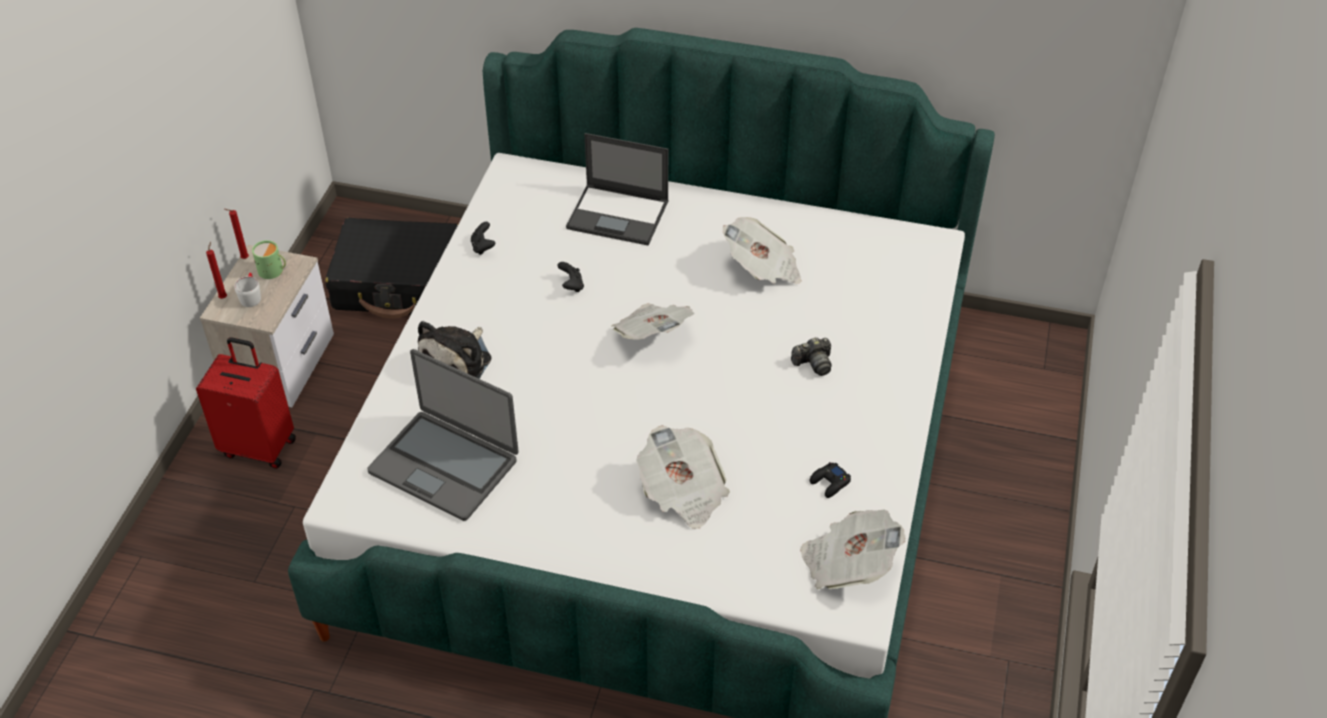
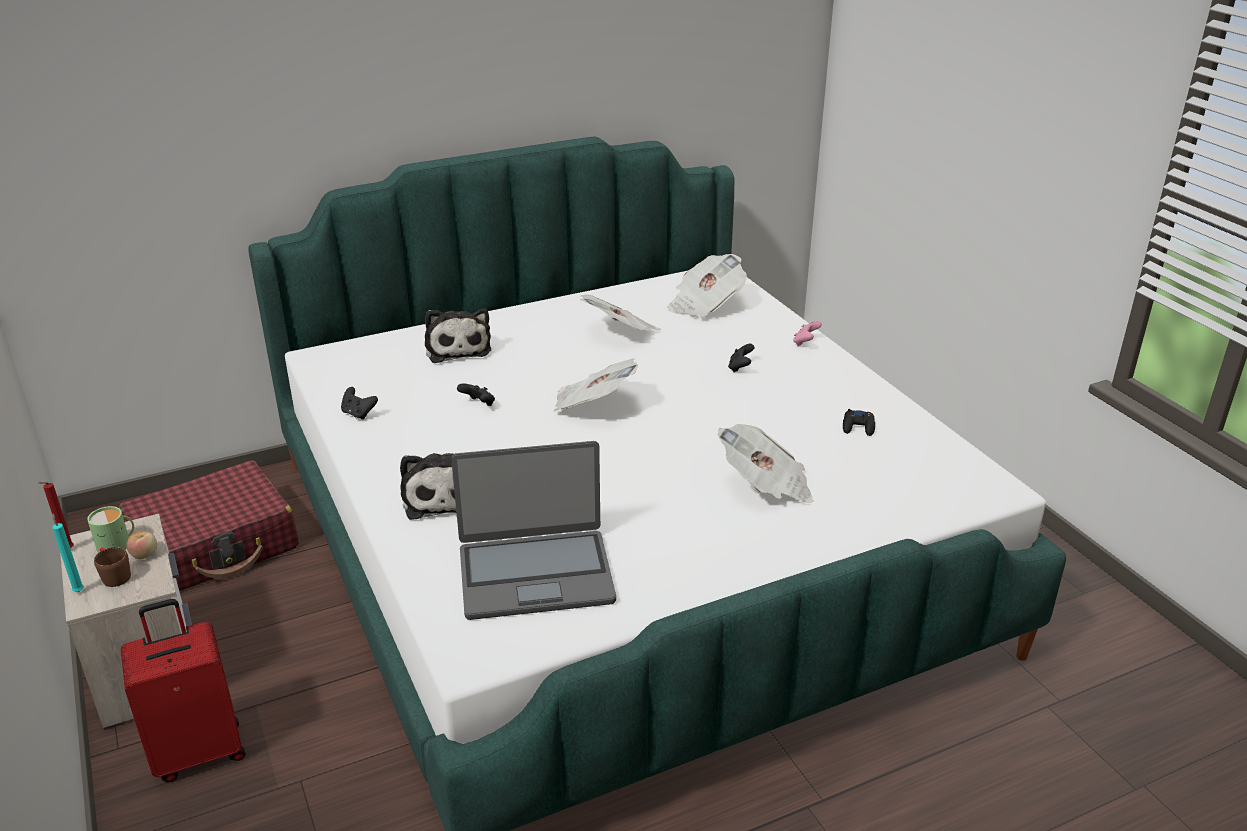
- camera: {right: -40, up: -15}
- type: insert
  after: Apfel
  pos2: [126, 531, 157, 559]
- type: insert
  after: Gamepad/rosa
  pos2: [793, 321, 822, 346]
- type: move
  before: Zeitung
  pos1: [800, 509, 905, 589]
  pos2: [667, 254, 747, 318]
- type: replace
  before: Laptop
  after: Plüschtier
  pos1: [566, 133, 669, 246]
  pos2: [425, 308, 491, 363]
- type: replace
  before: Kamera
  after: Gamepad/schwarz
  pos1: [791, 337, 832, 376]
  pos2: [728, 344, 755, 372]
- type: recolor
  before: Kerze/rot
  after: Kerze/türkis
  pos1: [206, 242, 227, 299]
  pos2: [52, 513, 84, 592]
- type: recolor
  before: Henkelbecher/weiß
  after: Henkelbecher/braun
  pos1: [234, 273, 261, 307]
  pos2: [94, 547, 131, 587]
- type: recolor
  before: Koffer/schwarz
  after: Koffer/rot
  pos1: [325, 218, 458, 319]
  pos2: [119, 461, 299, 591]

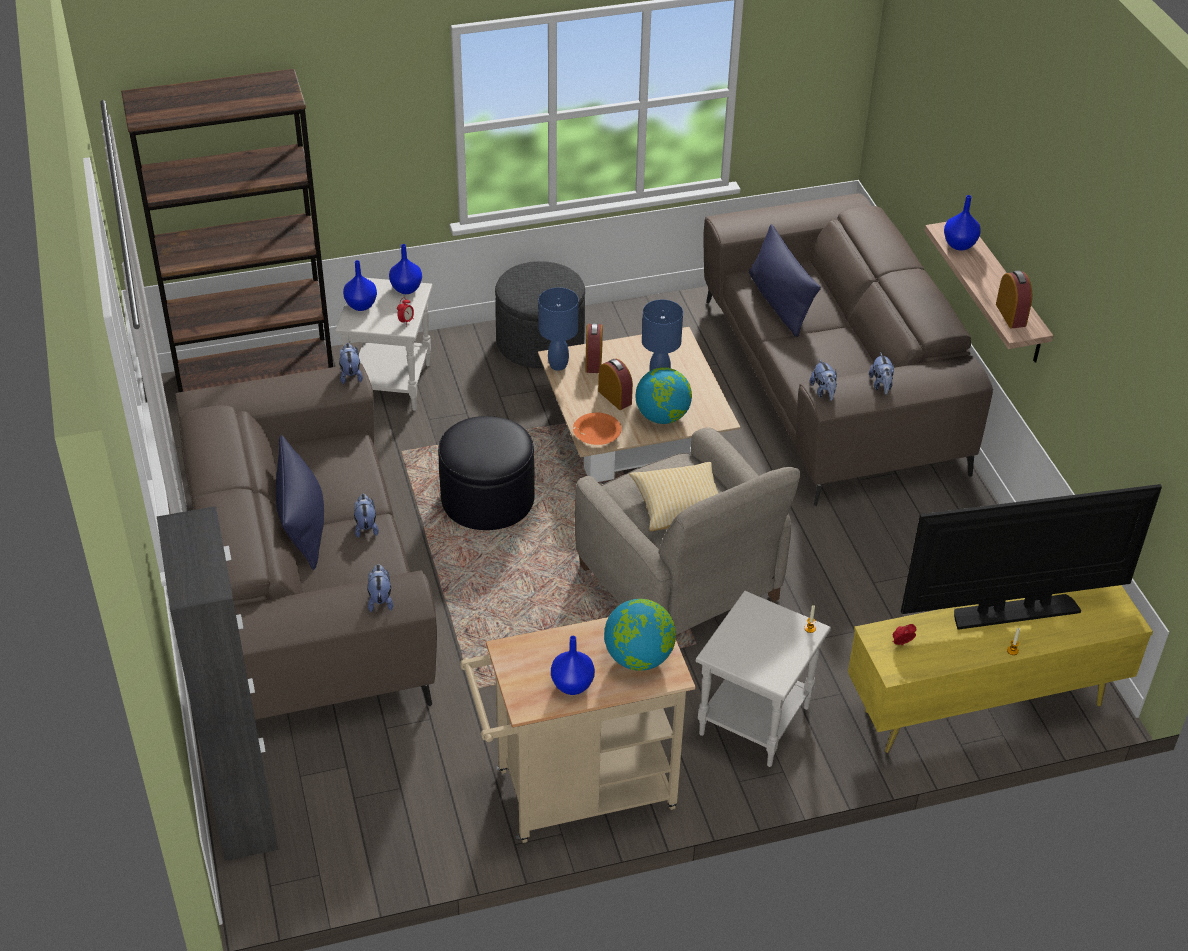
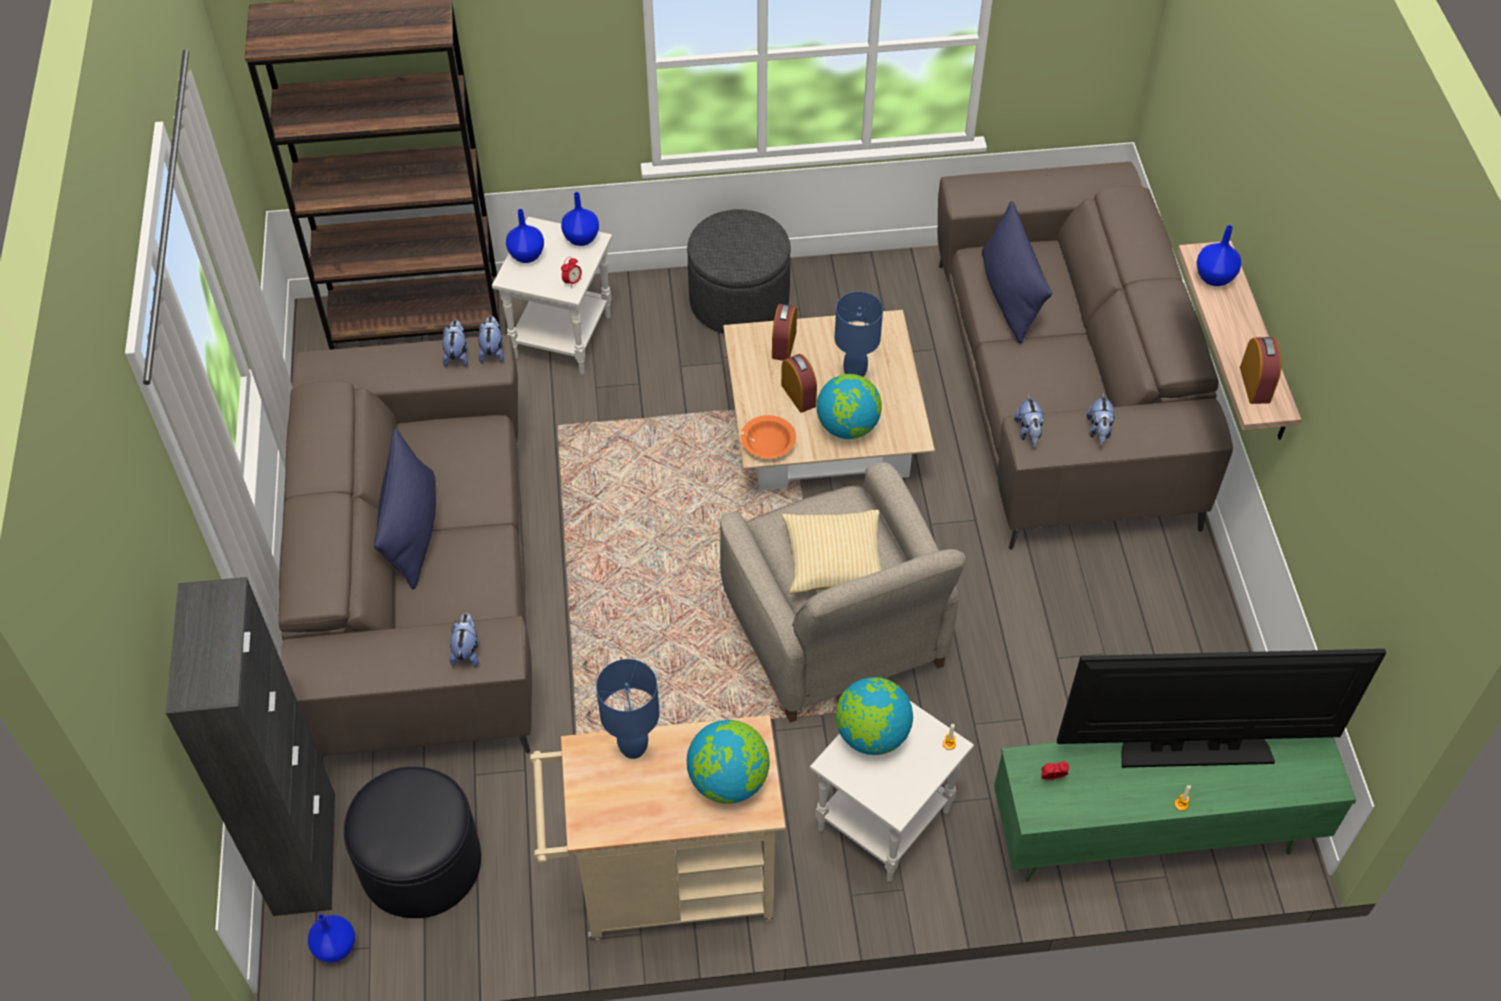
- camera: {right: 10, up: 10}
- type: insert
  after: Globus
  pos2: [836, 677, 913, 755]
- type: move
  before: Plüschtier
  pos1: [354, 494, 379, 538]
  pos2: [442, 320, 468, 367]
- type: move
  before: Polsterhocker/schwarz
  pos1: [438, 416, 535, 530]
  pos2: [344, 766, 481, 918]
- type: move
  before: Tischlampe/blau
  pos1: [539, 288, 579, 371]
  pos2: [596, 659, 659, 759]
- type: move
  before: Vase/blau
  pos1: [551, 636, 595, 695]
  pos2: [308, 914, 355, 963]
- type: recolor
  before: Fernsehschrank/gelb
  after: Fernsehschrank/grün
  pos1: [848, 585, 1153, 753]
  pos2: [994, 737, 1356, 882]

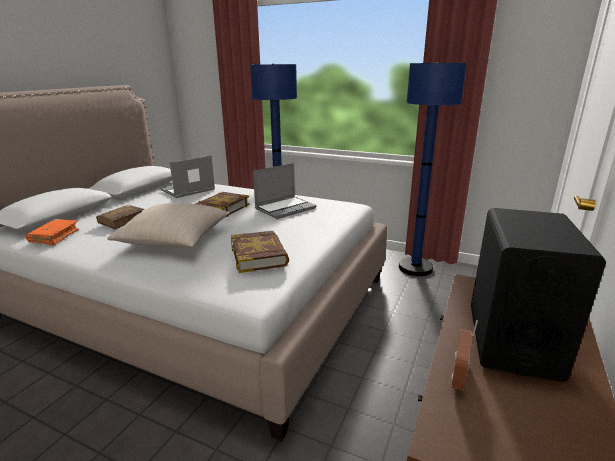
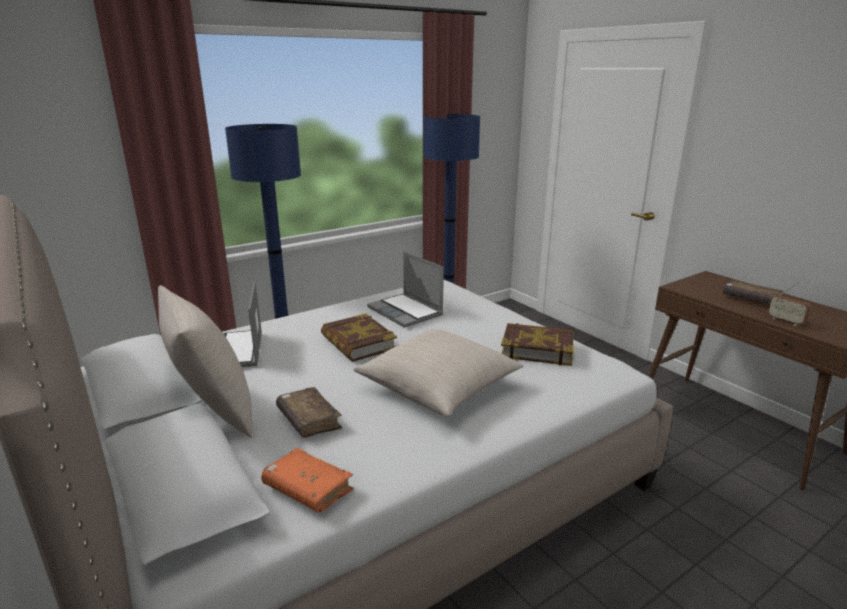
- camera: {right: -60, up: 0}
- type: insert
  after: Kissen/beige
  pos2: [158, 285, 252, 438]
- type: replace
  before: Lautsprecher/schwarz
  after: Buch/braun
  pos1: [471, 208, 606, 382]
  pos2: [723, 280, 784, 305]
- type: rotate
  before: Laptop
  pos1: [253, 163, 317, 219]
  pos2: [367, 251, 444, 328]
  turn: 150

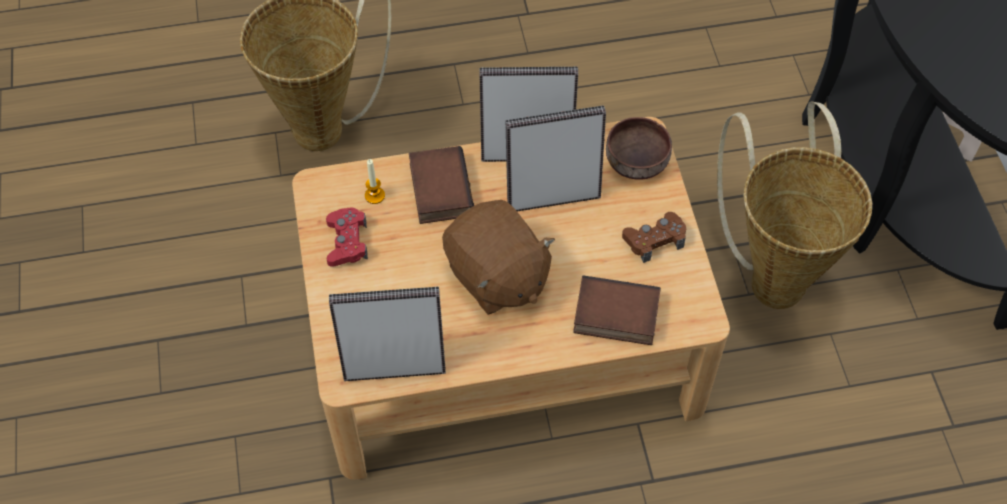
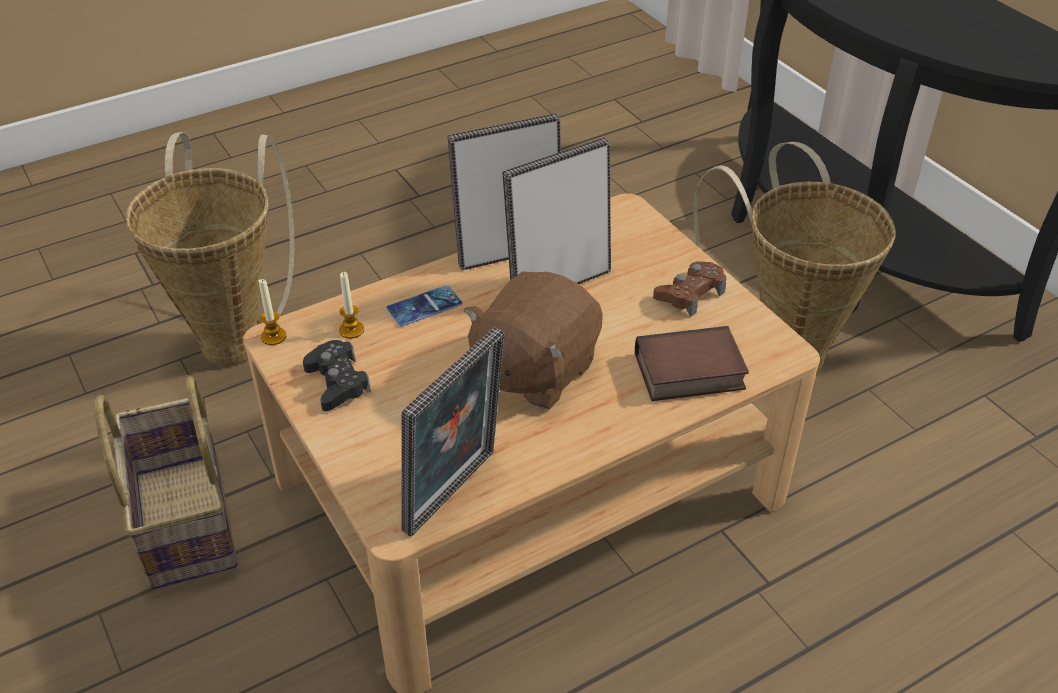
- camera: {right: -20, up: -15}
- type: delete
  before: Schüssel/braun
  pos1: [606, 117, 672, 179]
- type: insert
  after: Korb
  pos2: [94, 375, 237, 589]
- type: insert
  after: Kerze
  pos2: [259, 279, 286, 345]
- type: replace
  before: Buch
  after: Handy
  pos1: [409, 146, 474, 224]
  pos2: [386, 285, 462, 327]
- type: recolor
  before: Gamepad/rot
  after: Gamepad/schwarz
  pos1: [326, 207, 368, 267]
  pos2: [303, 340, 371, 411]
- type: rotate
  before: Bilderrahmen
  pos1: [329, 287, 446, 381]
  pos2: [401, 327, 505, 537]
  turn: 150
- type: rotate
  before: Plüschtier/braun
  pos1: [442, 200, 555, 315]
  pos2: [464, 271, 603, 409]
  turn: 90

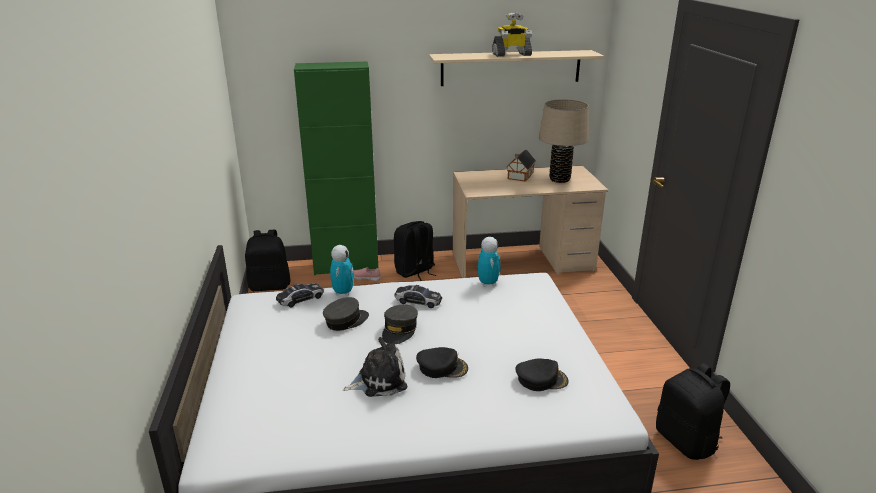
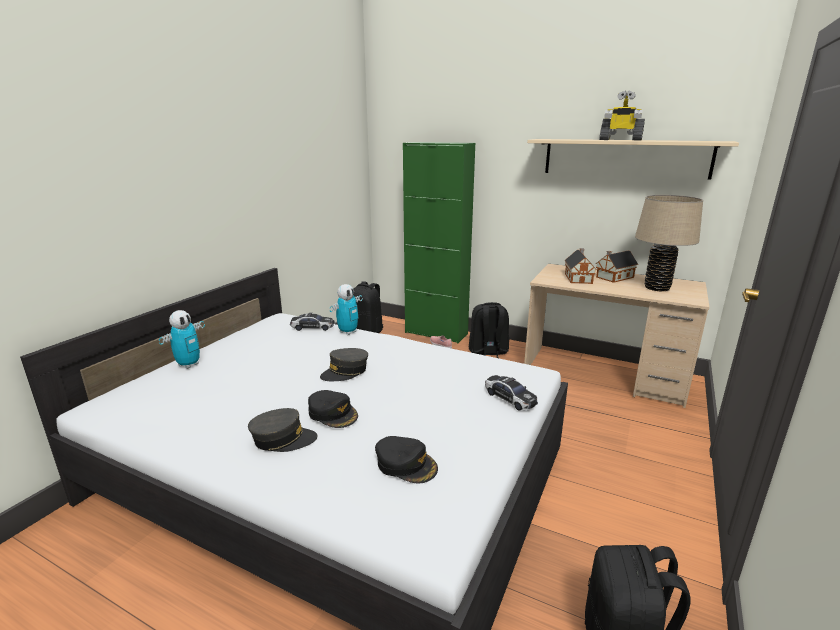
- camera: {right: 35, up: -5}
- type: delete
  before: Plüschtier
  pos1: [342, 337, 407, 397]
- type: insert
  after: Spielzeughaus
  pos2: [565, 248, 597, 284]
- type: move
  before: Kappe/grau
  pos1: [323, 297, 369, 331]
  pos2: [248, 408, 317, 452]
- type: move
  before: Spielzeugauto
  pos1: [394, 285, 442, 308]
  pos2: [485, 375, 538, 410]
- type: move
  before: Spielzeugroboter
  pos1: [478, 237, 501, 287]
  pos2: [159, 310, 205, 369]

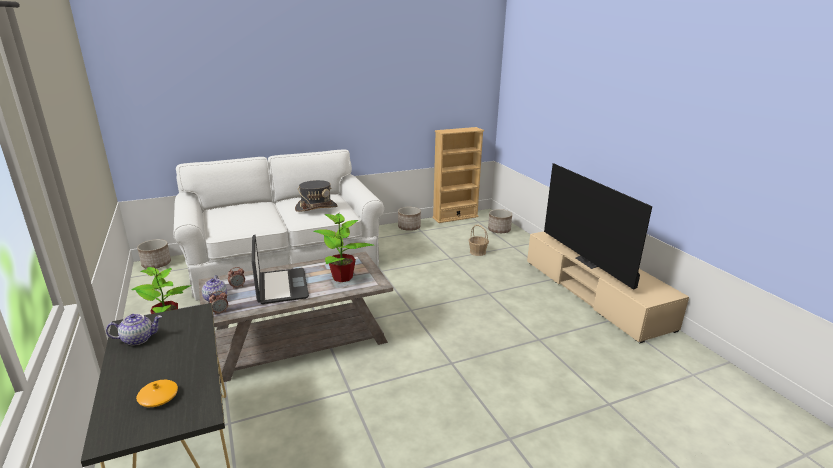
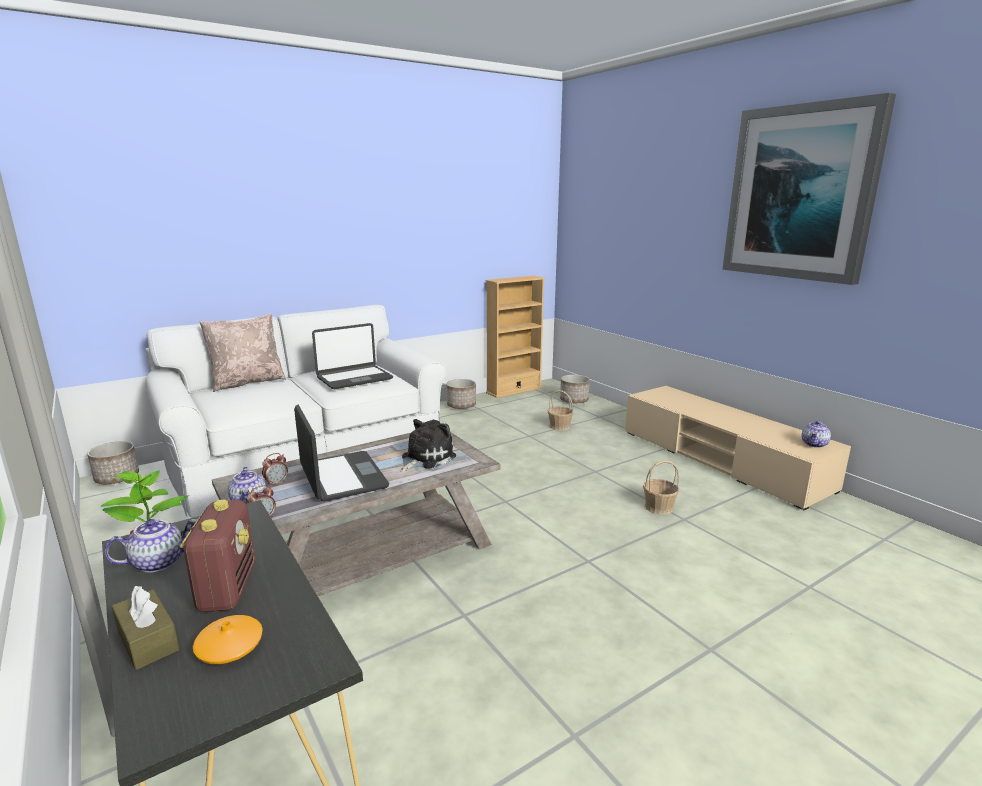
- camera: {right: -10, up: -5}
- type: delete
  before: Fernseher
  pos1: [544, 163, 652, 290]
- type: insert
  after: Taschentuchbox/braun
  pos2: [112, 586, 179, 670]
- type: insert
  after: Radio
  pos2: [180, 500, 255, 612]
- type: insert
  after: Kissen/beige
  pos2: [200, 314, 286, 392]
- type: insert
  after: Korb
  pos2: [643, 461, 679, 515]
- type: insert
  after: Bild
  pos2: [722, 93, 896, 285]
- type: insert
  after: Teekanne
  pos2: [802, 420, 831, 448]
- type: replace
  before: Hut/grau
  after: Laptop
  pos1: [295, 180, 338, 212]
  pos2: [312, 323, 393, 389]
- type: replace
  before: Topfpflanze
  after: Plüschtier
  pos1: [313, 213, 374, 282]
  pos2: [400, 419, 456, 472]

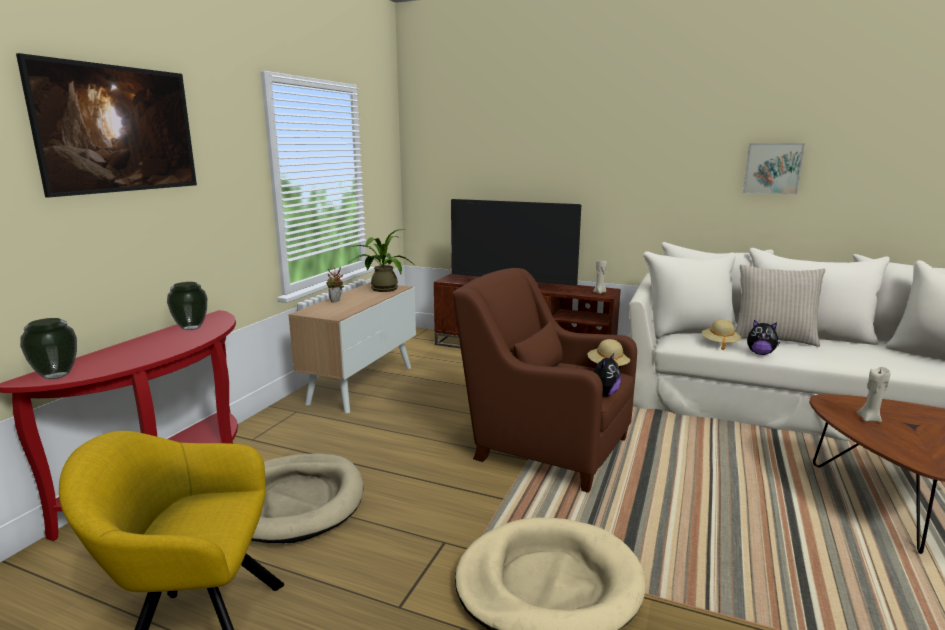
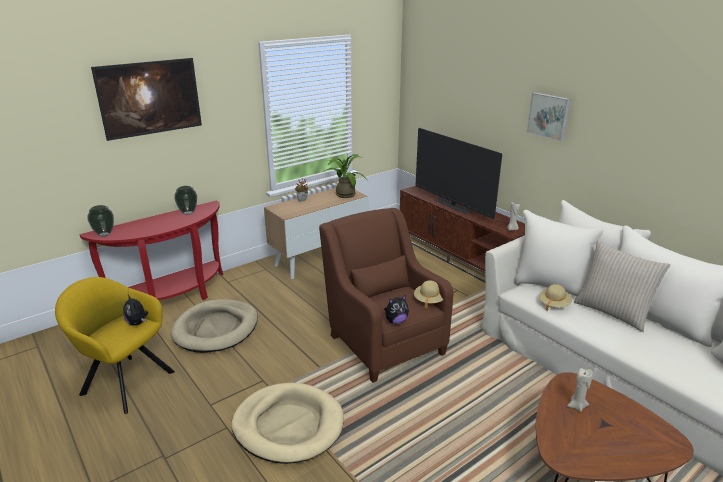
- camera: {right: 30, up: 10}
- type: move
  before: Bild
  pos1: [743, 143, 805, 194]
  pos2: [527, 92, 570, 141]
- type: move
  before: Plüschtier
  pos1: [747, 320, 780, 355]
  pos2: [123, 295, 148, 326]

